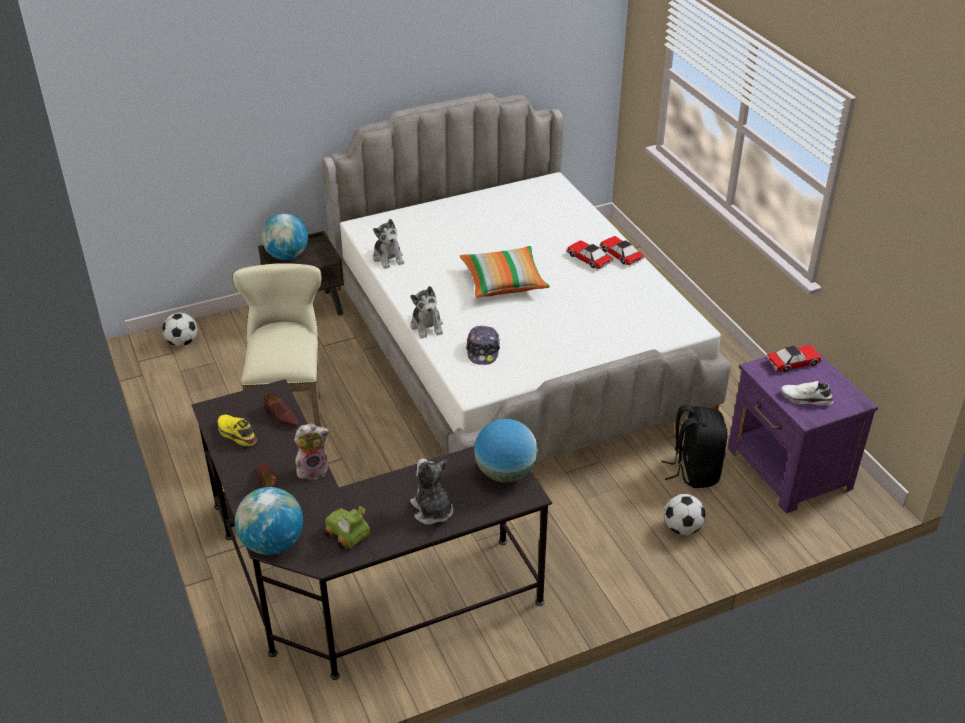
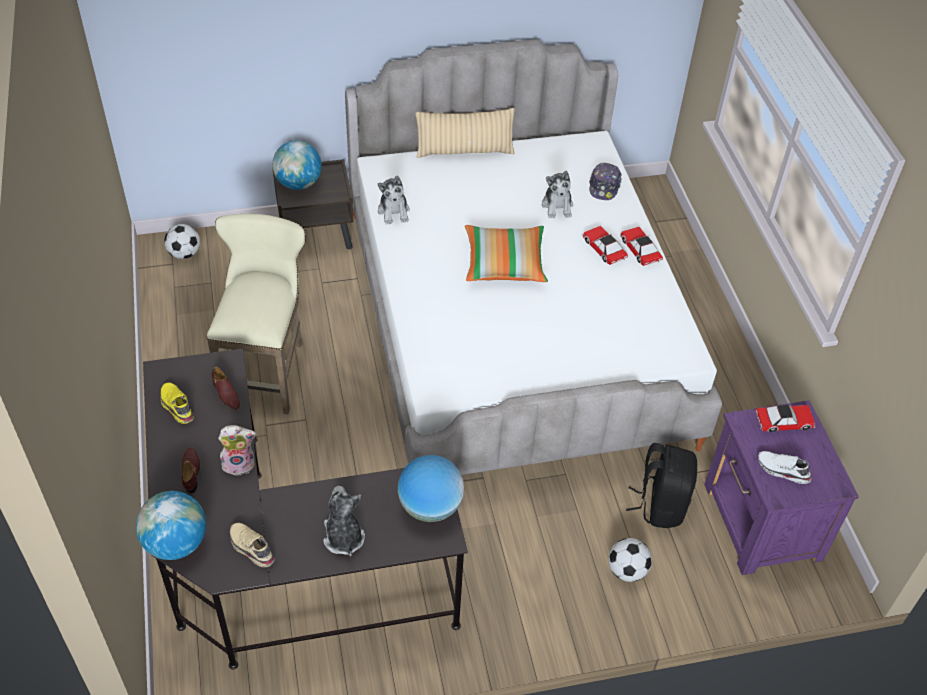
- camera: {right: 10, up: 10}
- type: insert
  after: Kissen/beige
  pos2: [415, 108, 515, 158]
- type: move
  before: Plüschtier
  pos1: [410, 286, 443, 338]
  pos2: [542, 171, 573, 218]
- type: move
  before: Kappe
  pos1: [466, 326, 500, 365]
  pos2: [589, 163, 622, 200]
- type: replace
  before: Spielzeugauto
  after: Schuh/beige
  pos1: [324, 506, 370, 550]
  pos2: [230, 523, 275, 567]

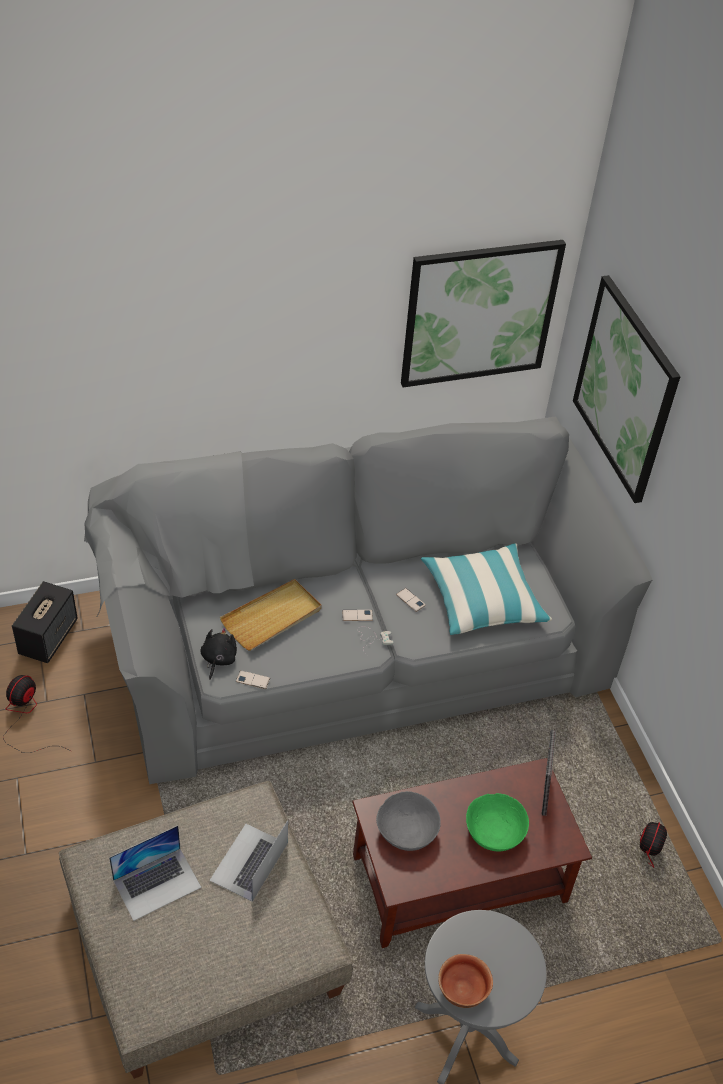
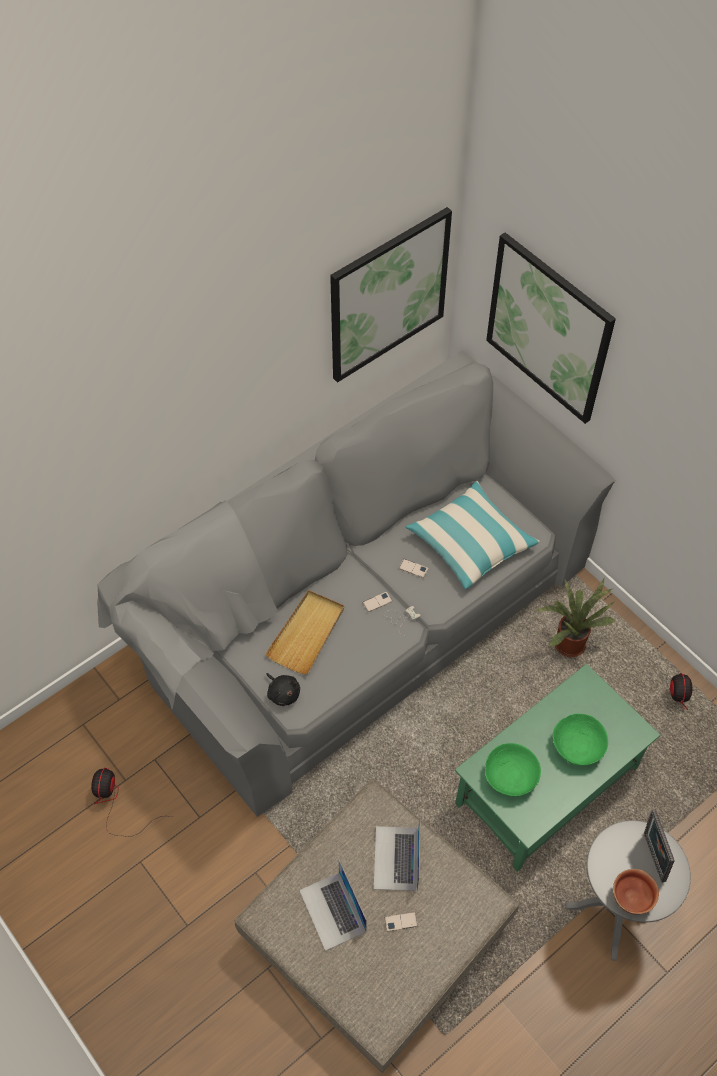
- camera: {right: -20, up: 10}
- type: delete
  before: Lautsprecher
  pos1: [12, 581, 78, 663]
- type: insert
  after: Topfpflanze
  pos2: [536, 579, 615, 657]
- type: move
  before: Handy
  pos1: [236, 670, 270, 689]
  pos2: [385, 912, 418, 931]
- type: move
  before: Bilderrahmen
  pos1: [541, 730, 556, 816]
  pos2: [644, 809, 675, 882]
- type: recolor
  before: Couchtisch/braun
  after: Couchtisch/grün
  pos1: [352, 758, 592, 948]
  pos2: [455, 664, 660, 872]
- type: recolor
  before: Schüssel/grau
  after: Schüssel/grün
  pos1: [376, 791, 441, 851]
  pos2: [485, 743, 541, 796]
- type: rotate
  before: Laptop
  pos1: [109, 825, 202, 921]
  pos2: [299, 859, 367, 951]
  turn: 120
- type: rotate
  before: Plüschtier/schwarz
  pos1: [200, 628, 237, 679]
  pos2: [266, 673, 300, 706]
  turn: 150

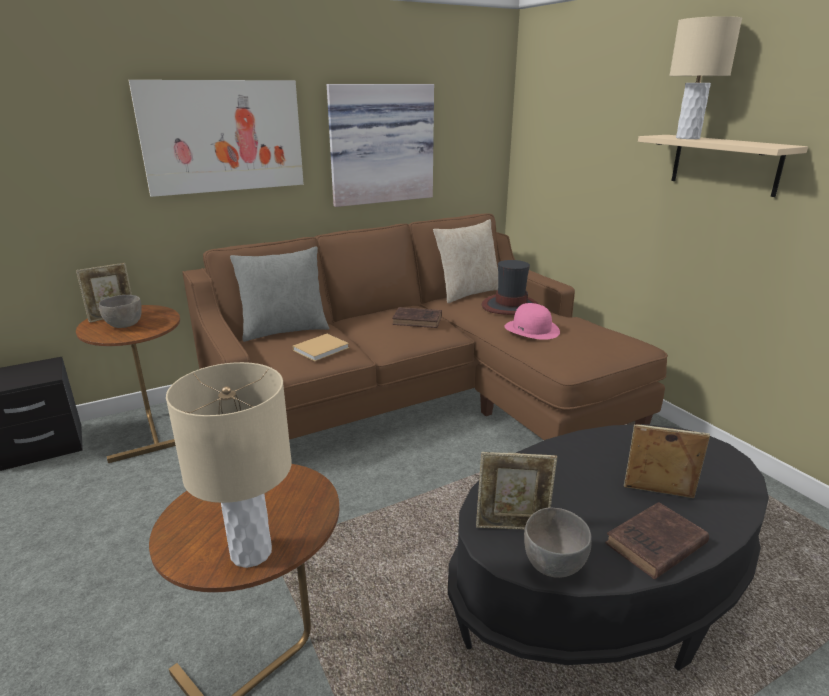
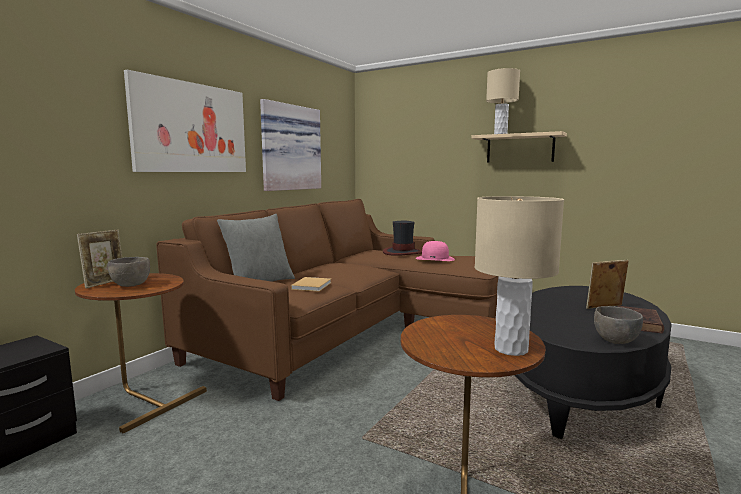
- camera: {right: -30, up: -15}
- type: delete
  before: Buch/braun
  pos1: [392, 307, 442, 328]
- type: delete
  before: Kissen/beige
  pos1: [433, 219, 498, 303]
- type: delete
  before: Bilderrahmen
  pos1: [476, 452, 557, 530]

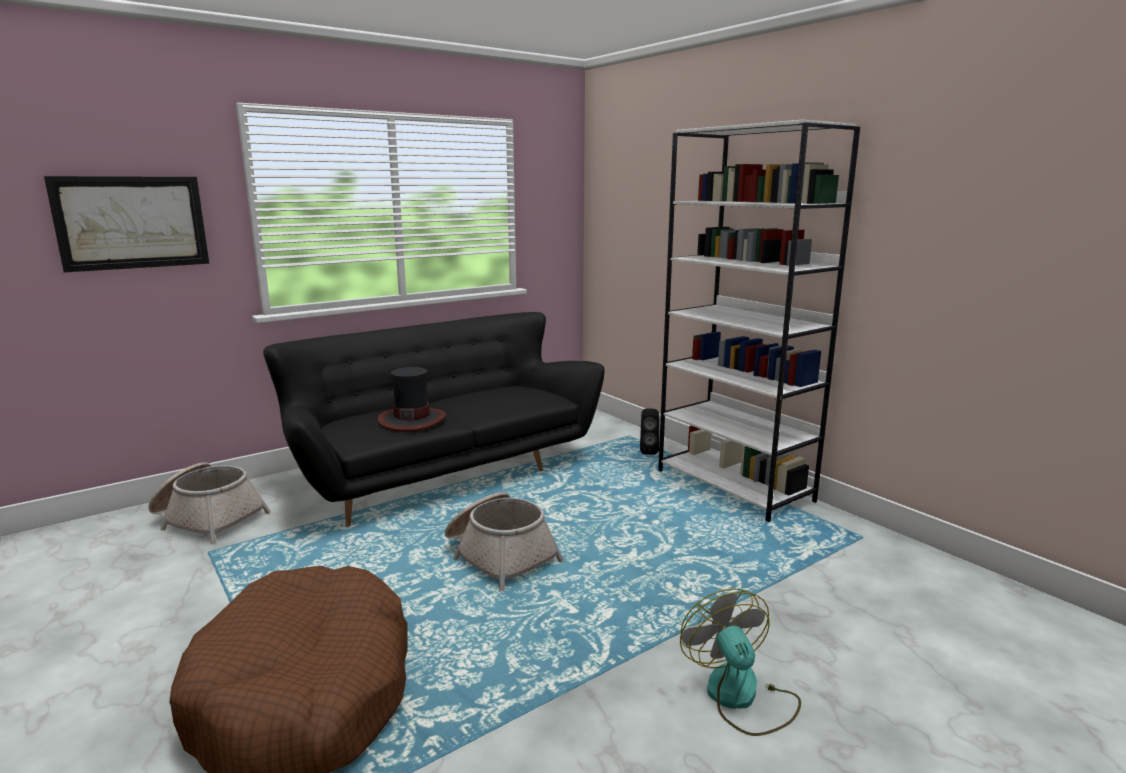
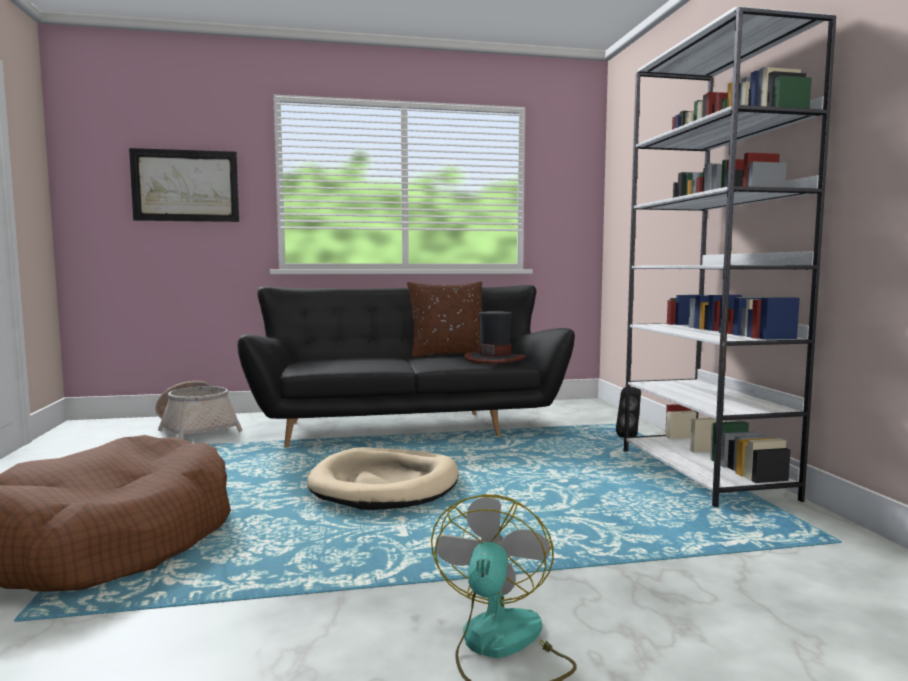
- camera: {right: 25, up: -10}
- type: insert
  after: Kissen/braun
  pos2: [407, 281, 482, 357]
- type: move
  before: Hut
  pos1: [378, 367, 446, 432]
  pos2: [464, 311, 526, 364]
- type: replace
  before: Korb
  after: Hundebett/beige
  pos1: [445, 492, 564, 591]
  pos2: [307, 447, 459, 510]

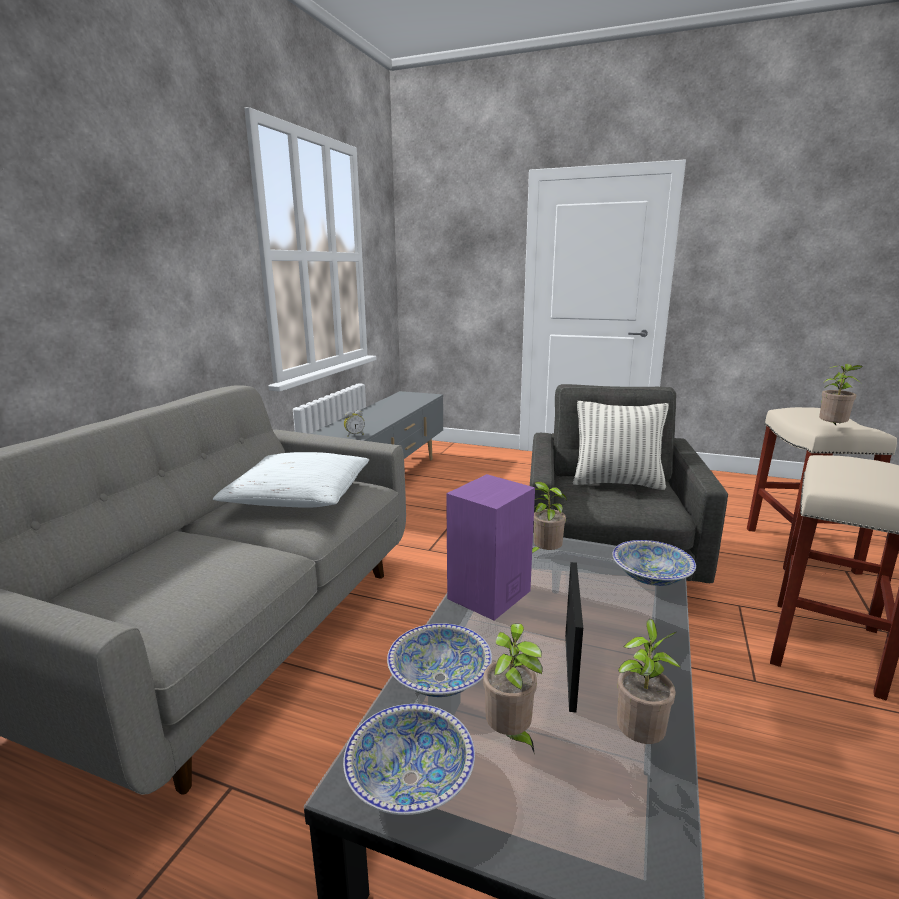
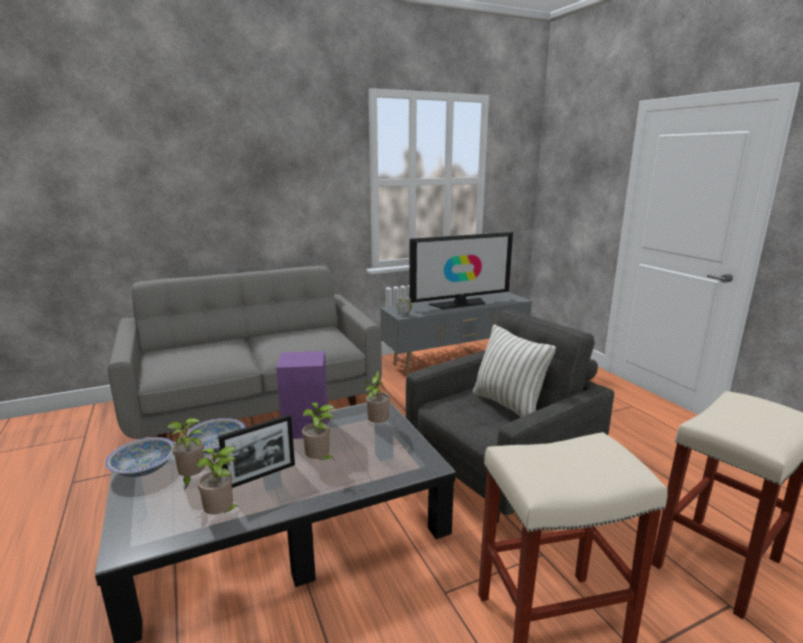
- camera: {right: 45, up: 0}
- type: delete
  before: Kissen/weiß
  pos1: [213, 452, 369, 507]
- type: delete
  before: Schüssel
  pos1: [612, 540, 696, 586]
- type: insert
  after: Fernseher
  pos2: [409, 232, 513, 309]
- type: move
  before: Topfpflanze
  pos1: [819, 364, 863, 425]
  pos2: [302, 402, 335, 460]

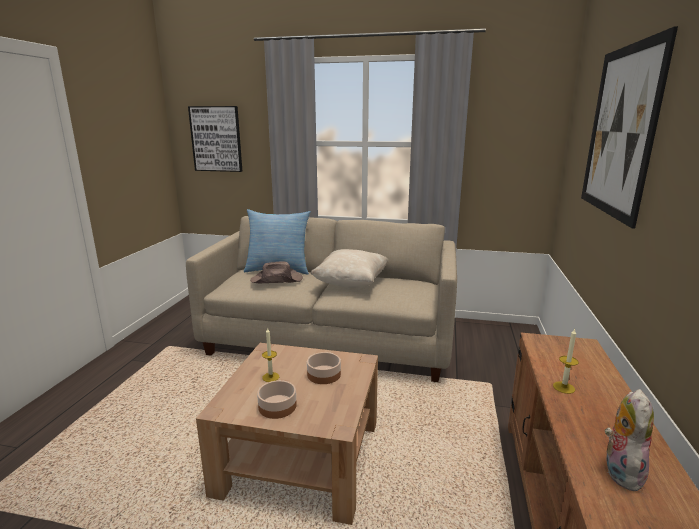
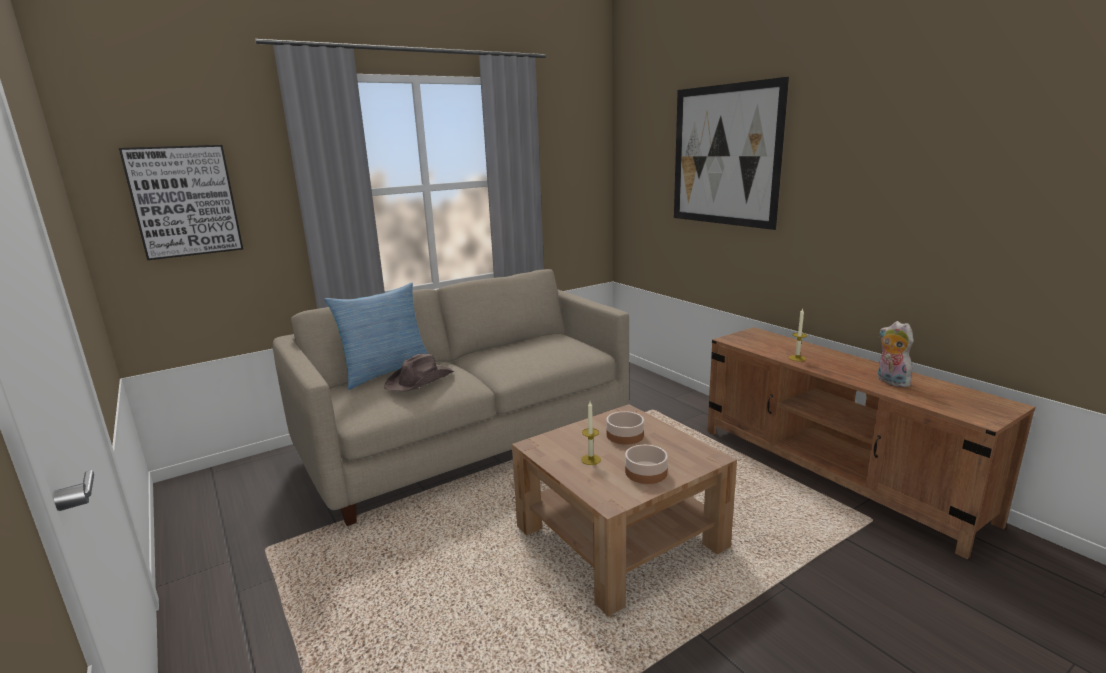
- camera: {right: -45, up: 0}
- type: delete
  before: Kissen/beige
  pos1: [311, 249, 388, 288]

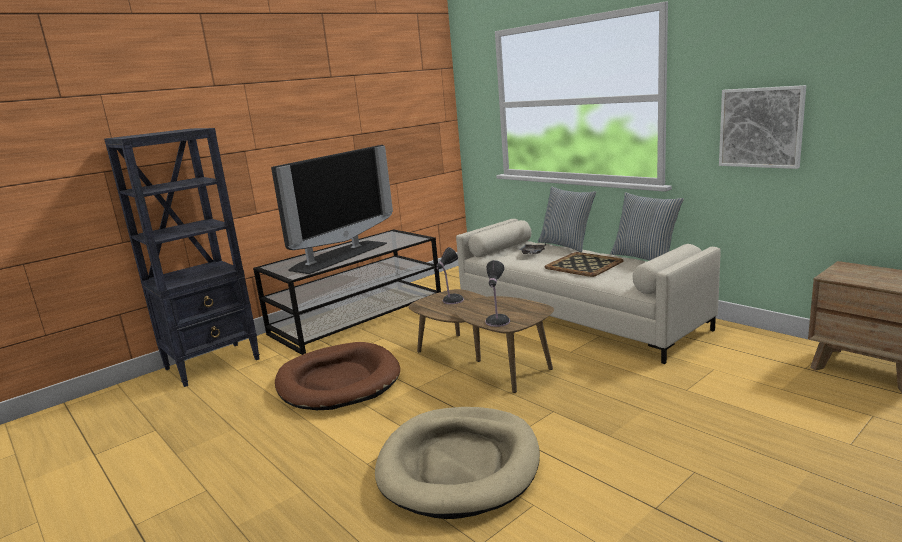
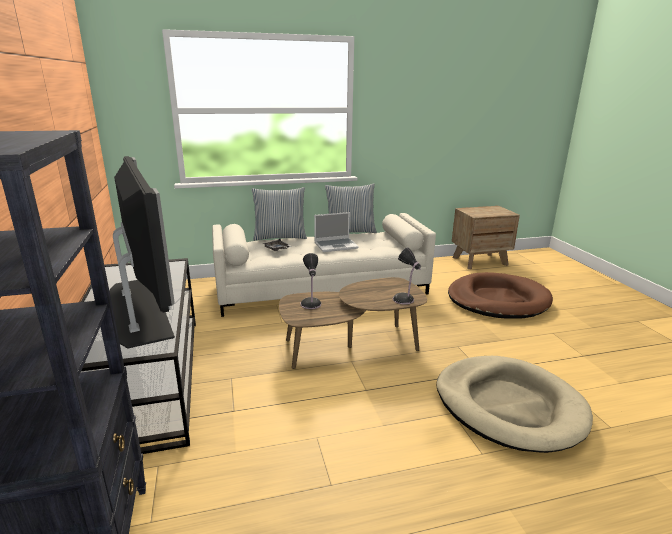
- camera: {right: -65, up: 5}
- type: delete
  before: Bild
  pos1: [719, 85, 806, 169]
- type: move
  before: Hundebett/braun
  pos1: [275, 342, 400, 410]
  pos2: [448, 272, 553, 319]
- type: replace
  before: Tablett
  after: Laptop
  pos1: [545, 252, 624, 277]
  pos2: [314, 212, 359, 252]

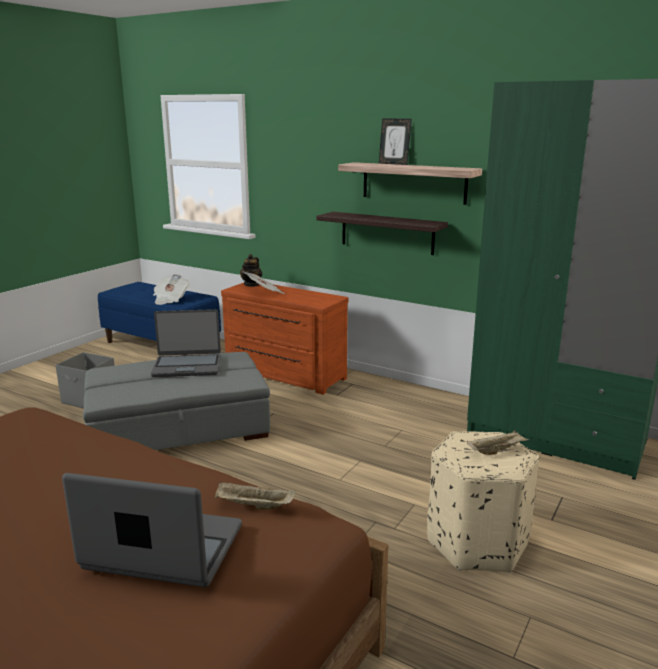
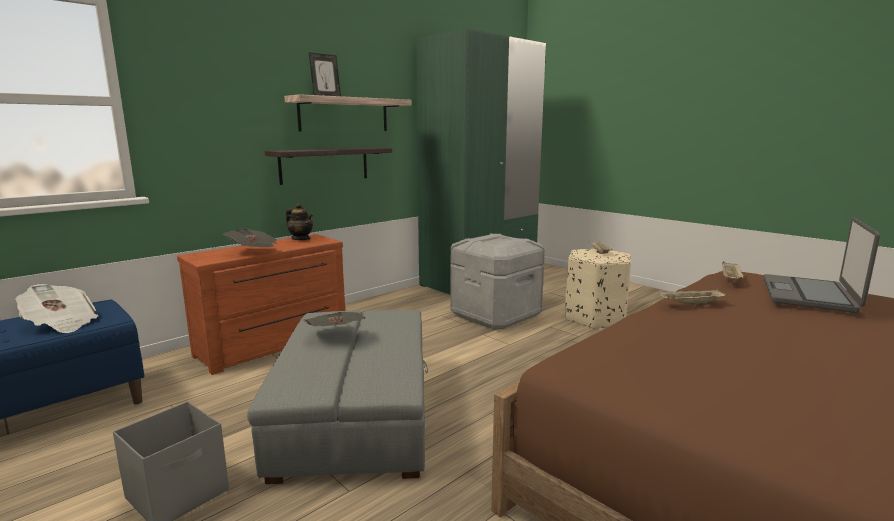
- camera: {right: -75, up: -5}
- type: insert
  after: Aufbewahrungsbox/grau
  pos2: [450, 234, 545, 329]
- type: insert
  after: Tablett/beige
  pos2: [658, 289, 726, 306]
- type: move
  before: Teekanne
  pos1: [240, 254, 262, 287]
  pos2: [286, 203, 313, 240]
- type: replace
  before: Laptop
  after: Zeitung
  pos1: [151, 309, 221, 377]
  pos2: [304, 312, 366, 326]

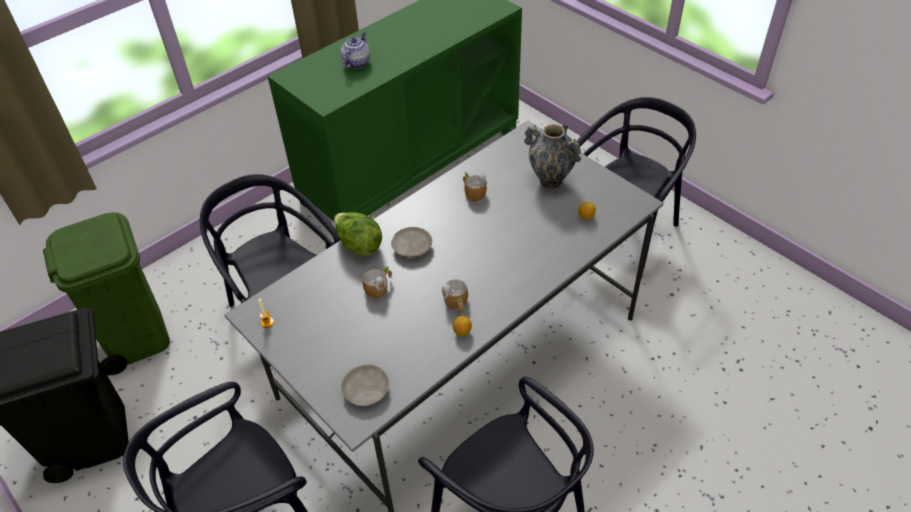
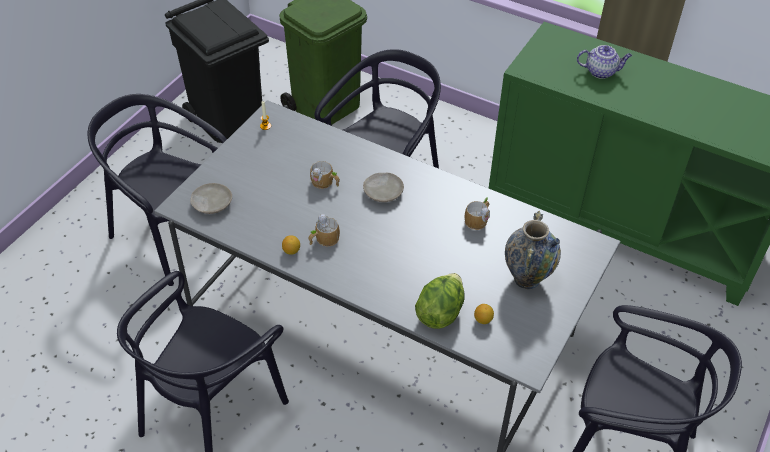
- camera: {right: 70, up: 0}
- type: move
  before: Salatkopf
  pos1: [334, 212, 382, 256]
  pos2: [415, 273, 465, 329]

